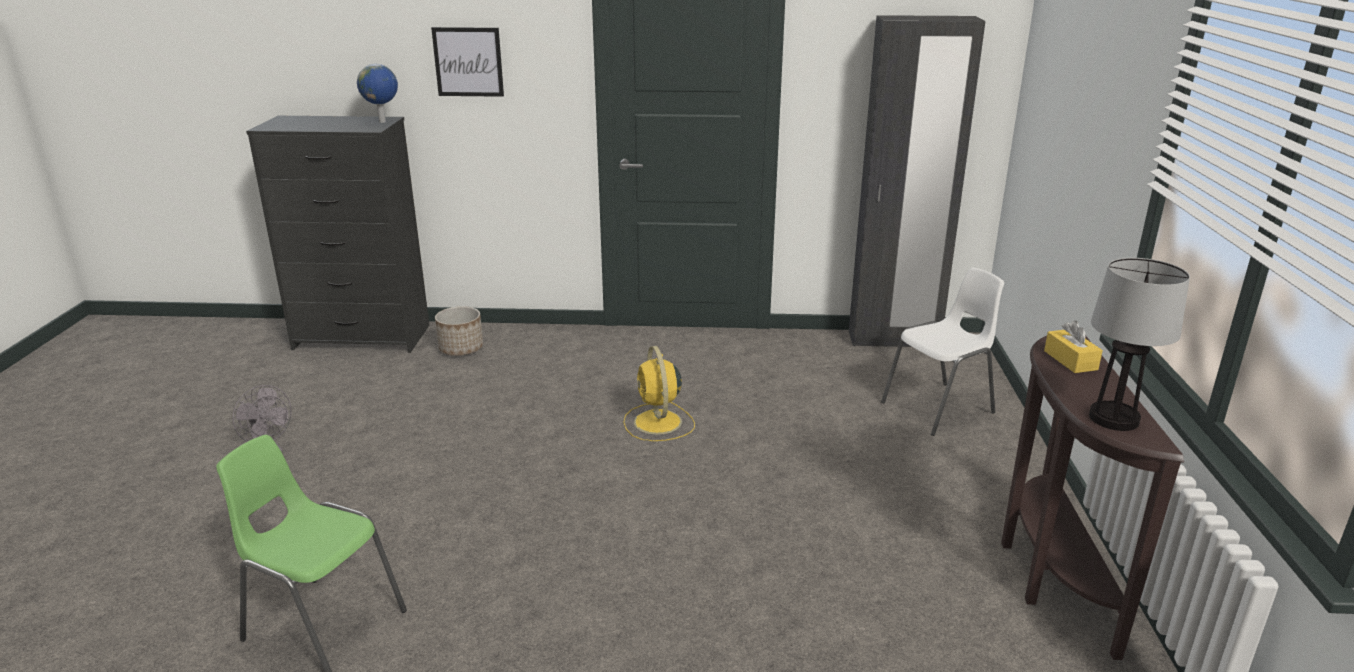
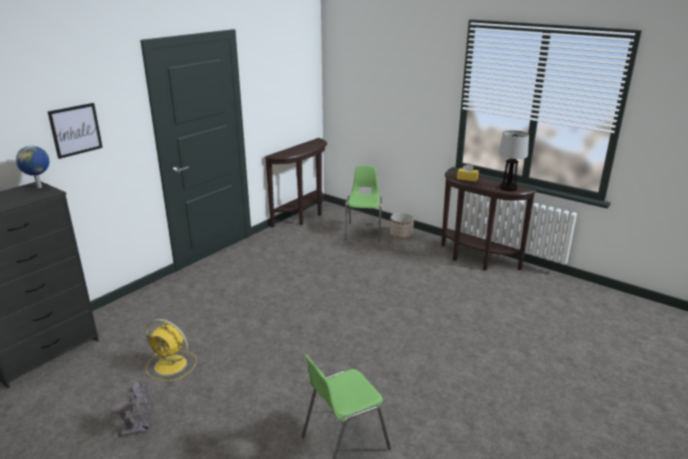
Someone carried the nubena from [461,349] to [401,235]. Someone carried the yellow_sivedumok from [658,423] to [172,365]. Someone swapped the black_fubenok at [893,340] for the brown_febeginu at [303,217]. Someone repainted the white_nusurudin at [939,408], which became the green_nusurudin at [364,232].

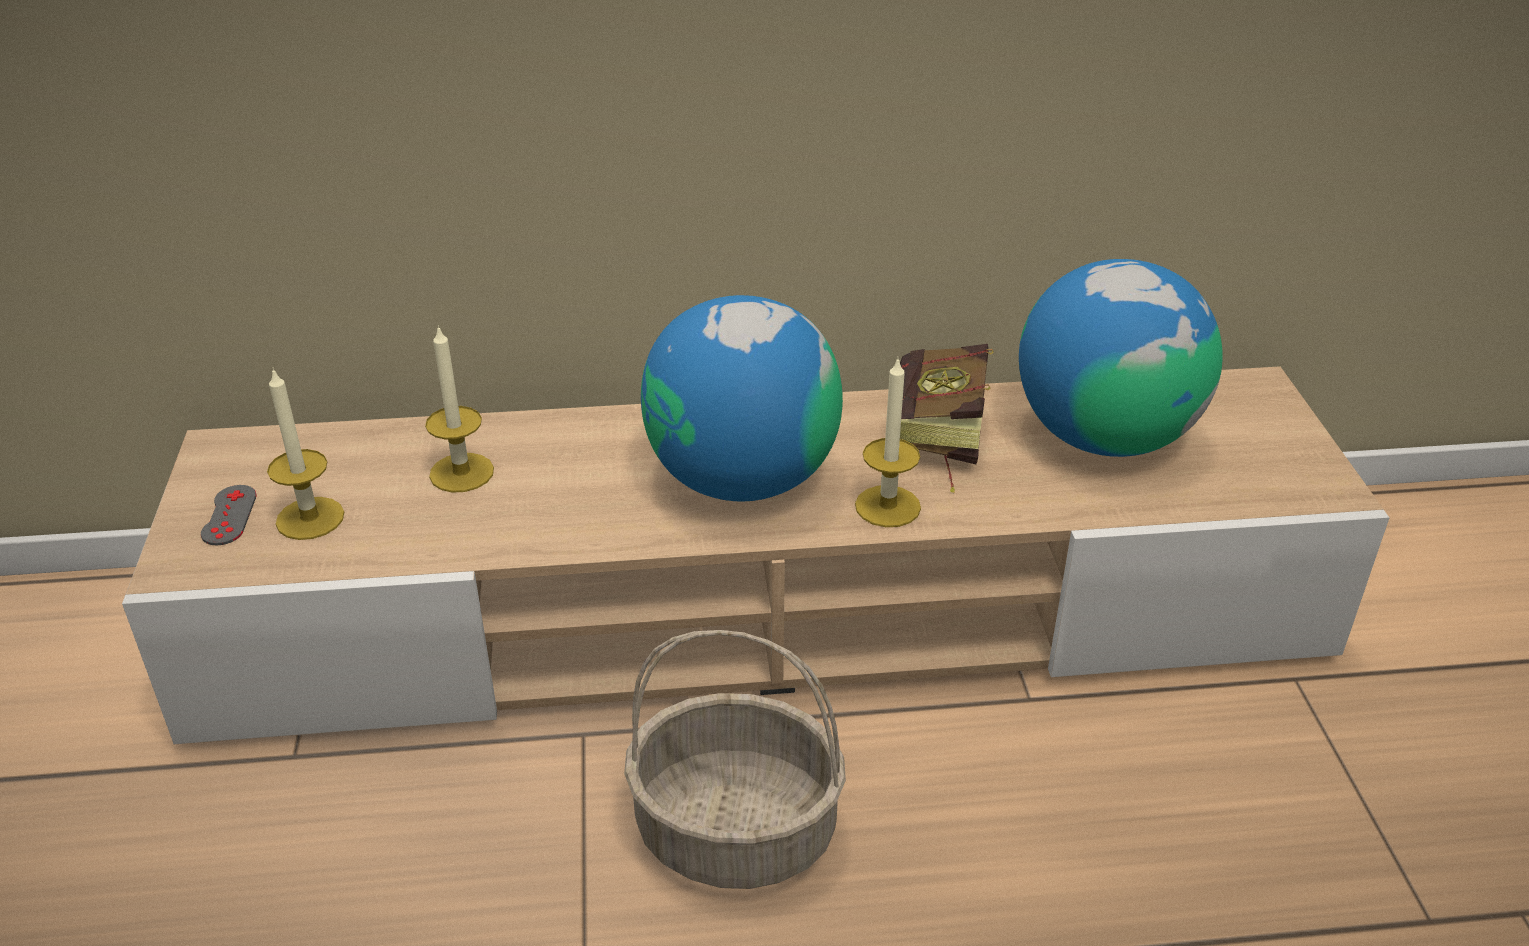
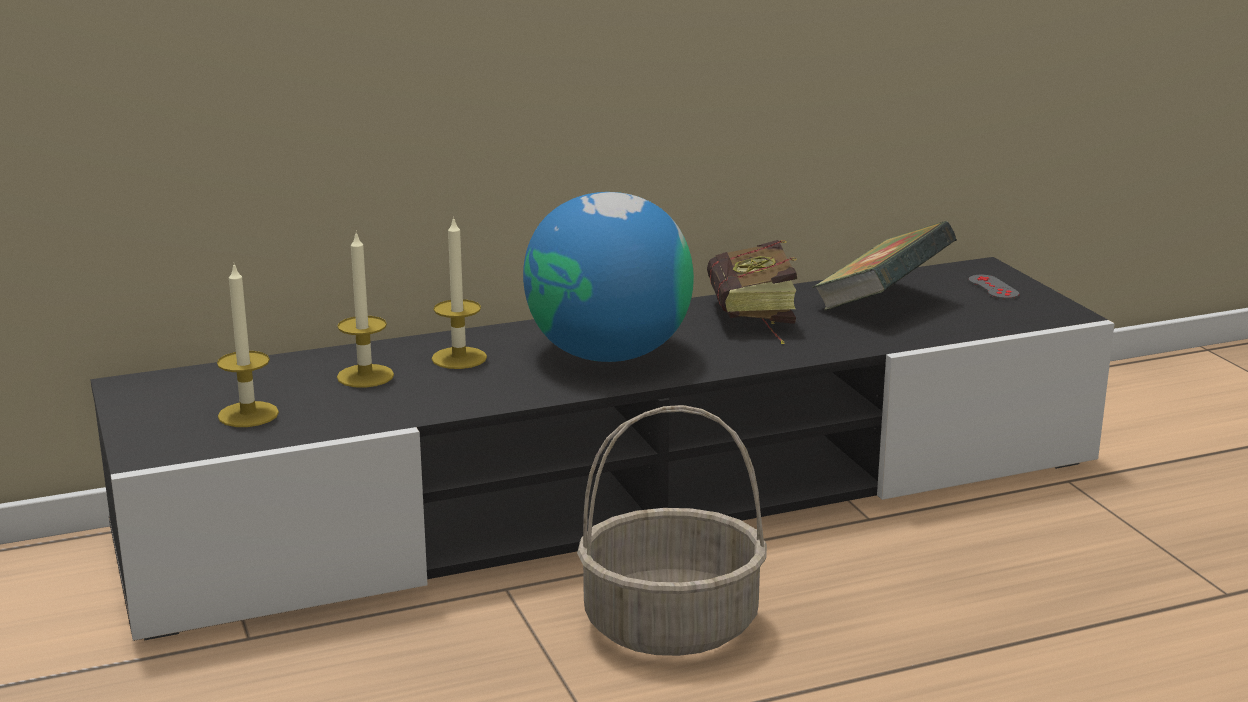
Someone carried the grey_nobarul from [229,515] to [993,288]. Someone carried the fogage from [887,506] to [459,358]. Someone swapped the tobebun at [1104,436] for the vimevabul at [882,304]. Someone repainted the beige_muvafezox at [767,616], which became the black_muvafezox at [626,499].

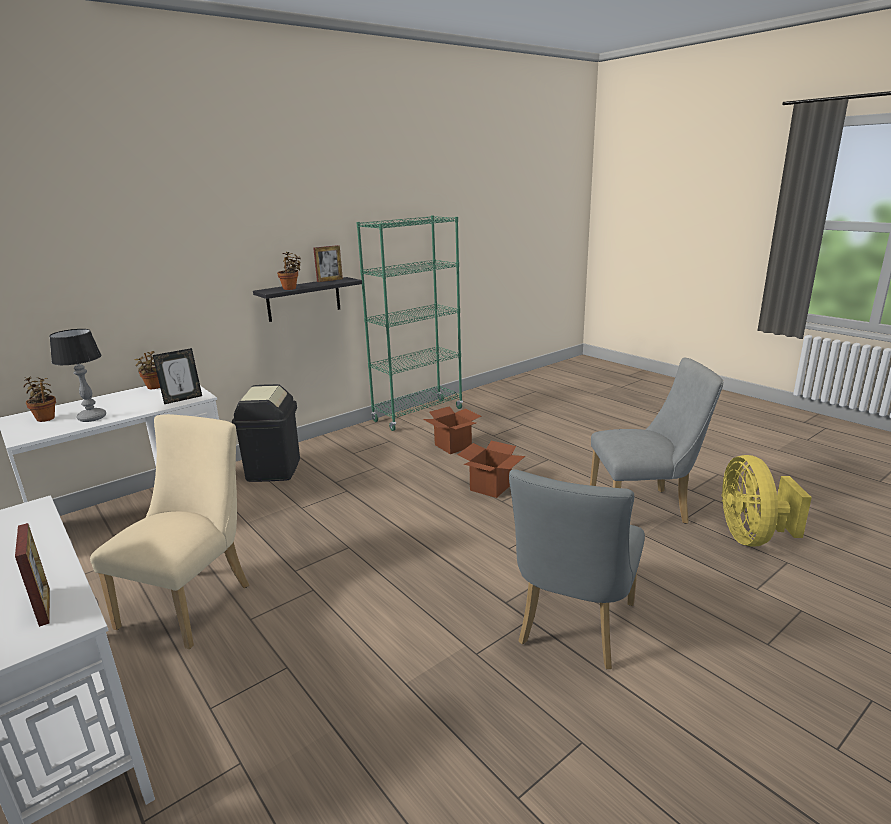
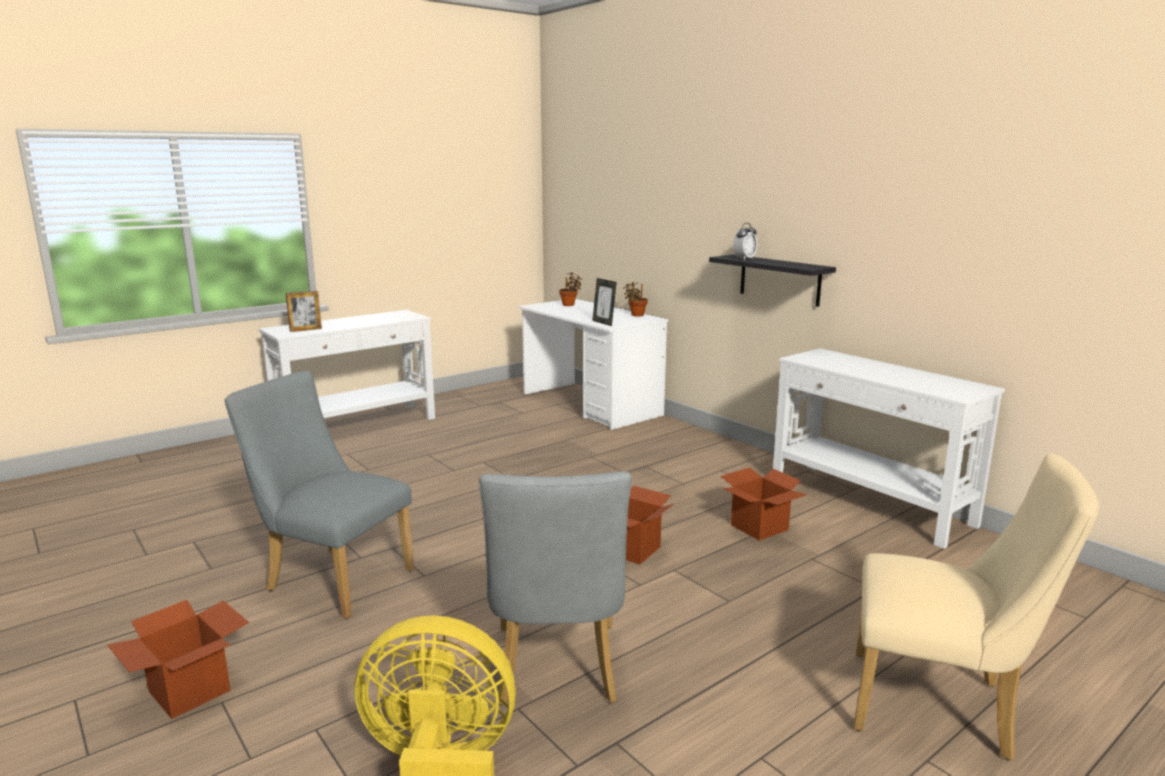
Someone took away the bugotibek at [92,417]. Someone took away the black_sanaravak at [273,470]. Someone took away the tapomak at [330,280]. Someone put down the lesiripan at [189,691]. Someone carried the beige_nusurudin from [193,601] to [942,708]. Someone swapped the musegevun at [291,288] for the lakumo at [744,259]. Someone swapped the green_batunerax at [418,415] for the white_febeginu at [869,503].

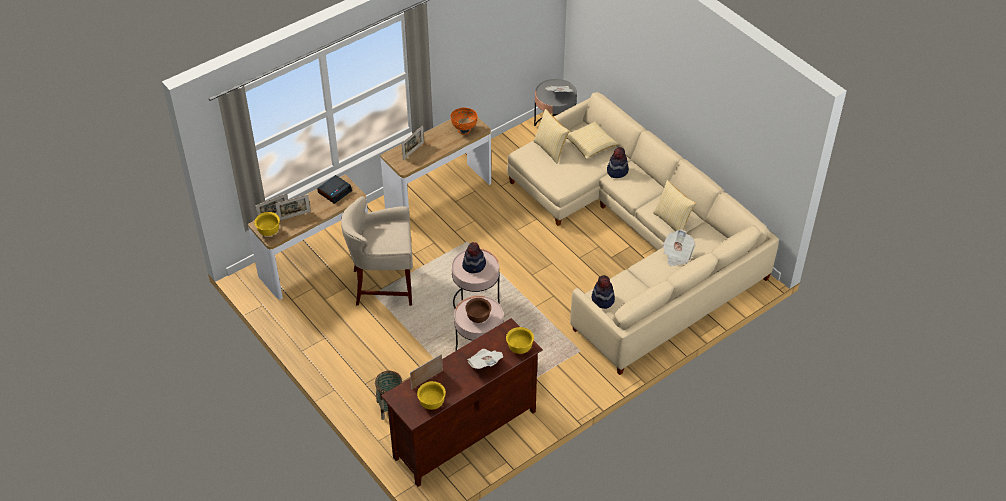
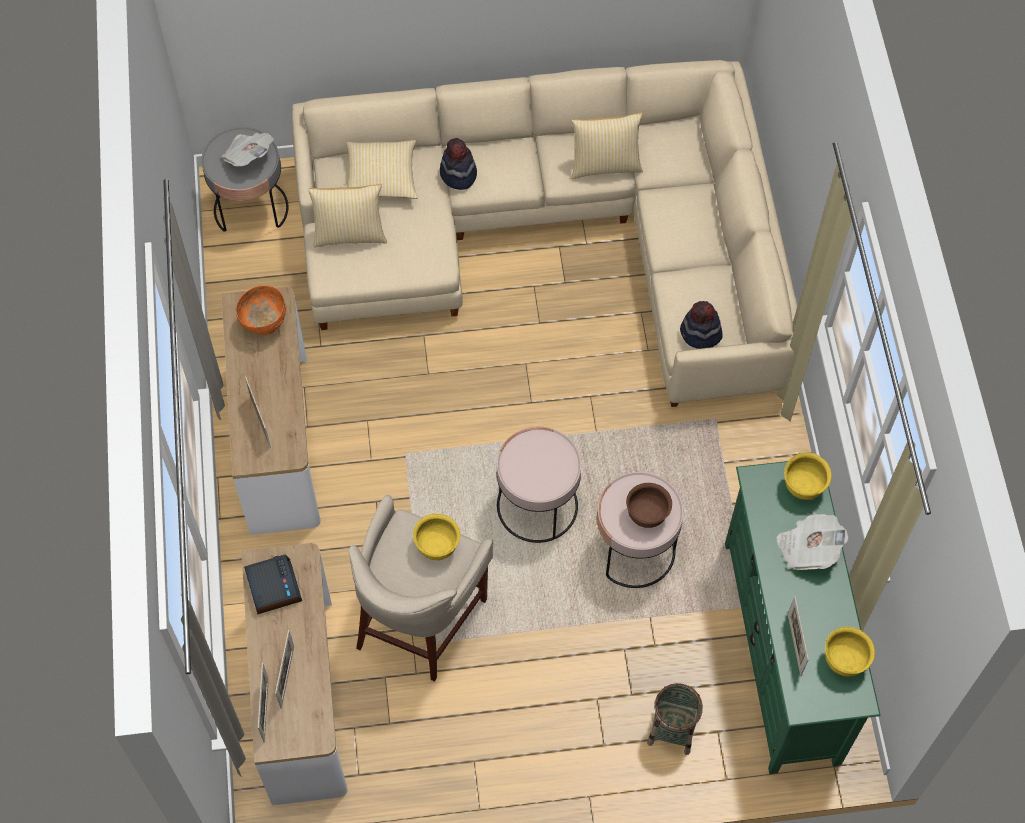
Someone took away the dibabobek at [474,265]. Someone took away the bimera at [677,255]. Someone carried the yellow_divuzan from [269,231] to [437,546]. Someone repainted the brown_muvafezox at [465,435], which became the green_muvafezox at [782,651].

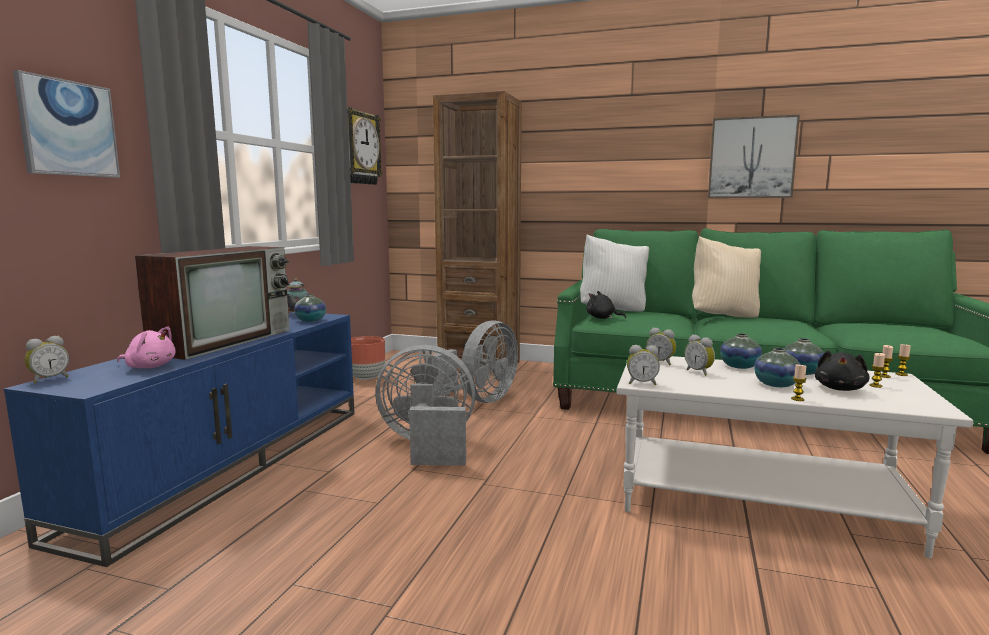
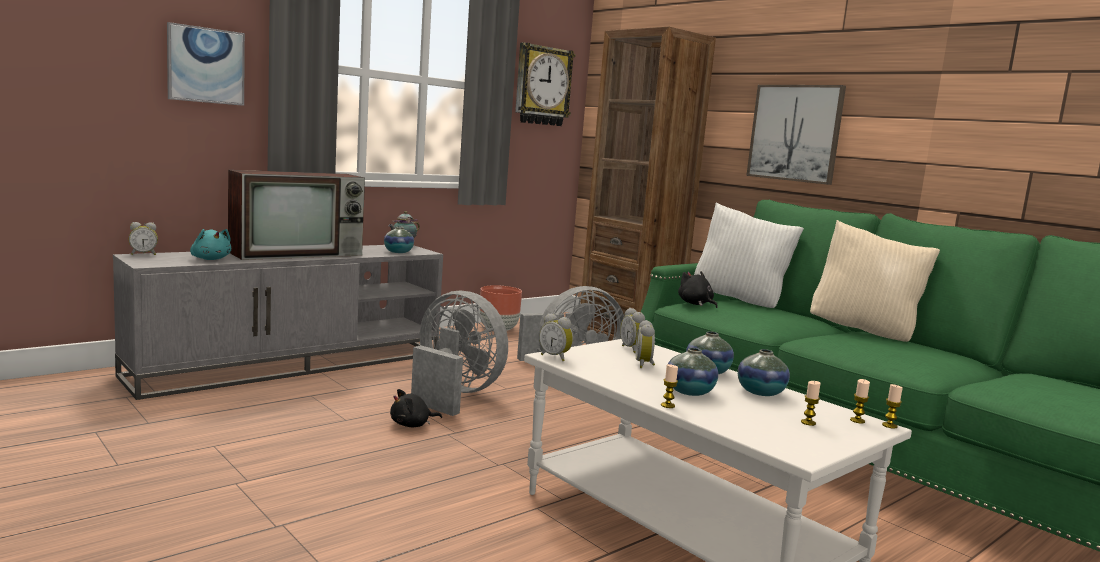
Someone carried the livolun from [751,158] to [795,133]. Someone carried the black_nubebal from [840,389] to [412,425]. Someone repainted the blue_muvafezox at [231,463], which became the grey_muvafezox at [292,364]. Someone repainted the pink_nubebal at [149,367], which became the turquoise_nubebal at [210,259].

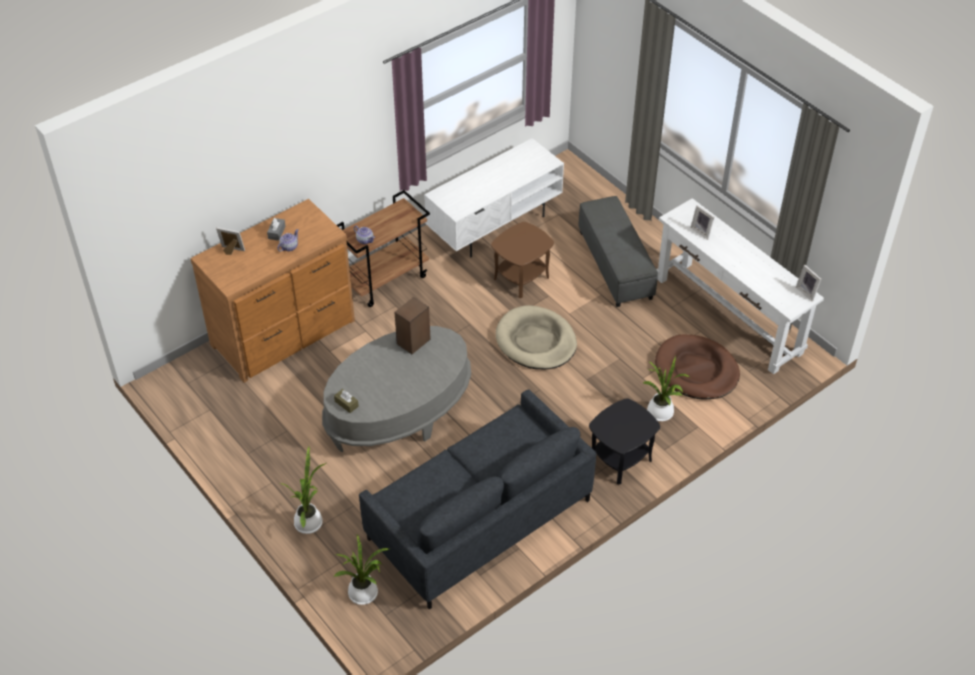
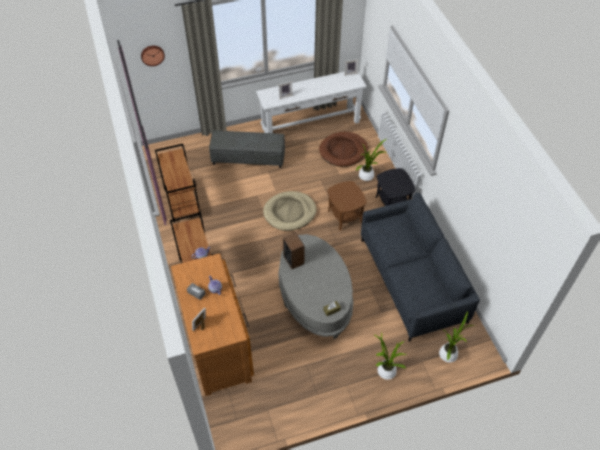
Someone put up the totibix at [152,55]. Someone carried the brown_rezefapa from [521,278] to [345,216]. Someone swapped the white_muvafezox at [494,224] for the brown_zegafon at [182,202].

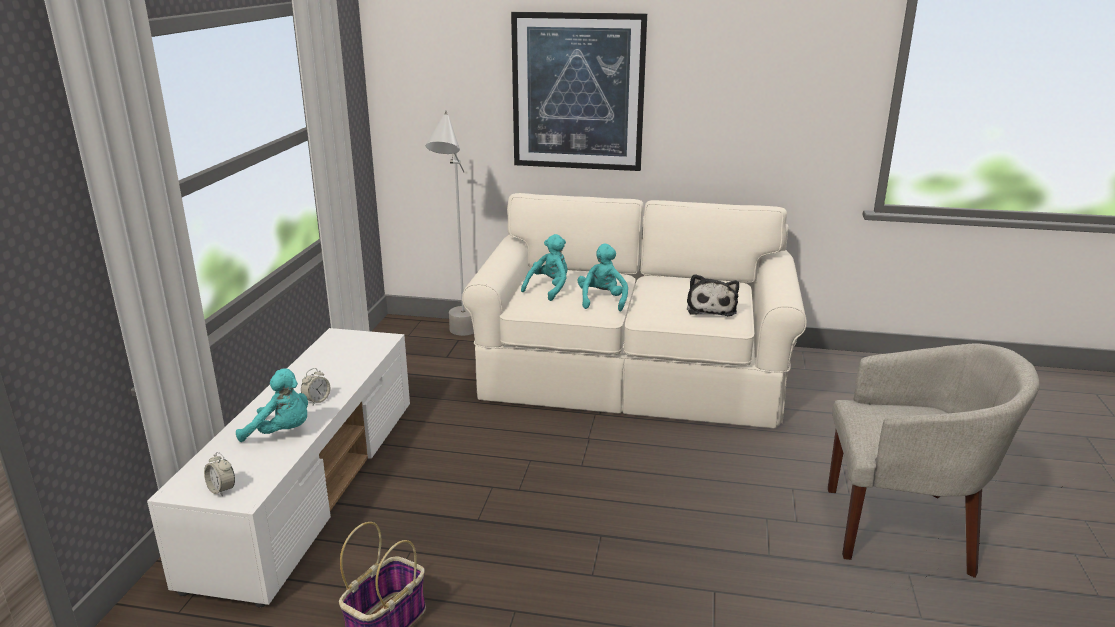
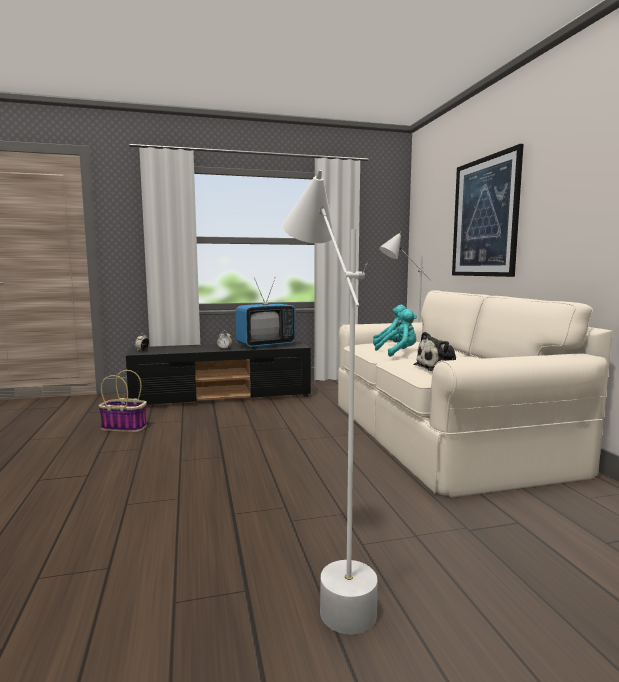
Someone took away the turquoise_nubebal at [282,432]. Someone put down the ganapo at [266,345]. Someone swapped the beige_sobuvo at [904,528] for the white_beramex at [327,583]. Someone repainted the white_muvafezox at [310,485], which became the black_muvafezox at [223,396].

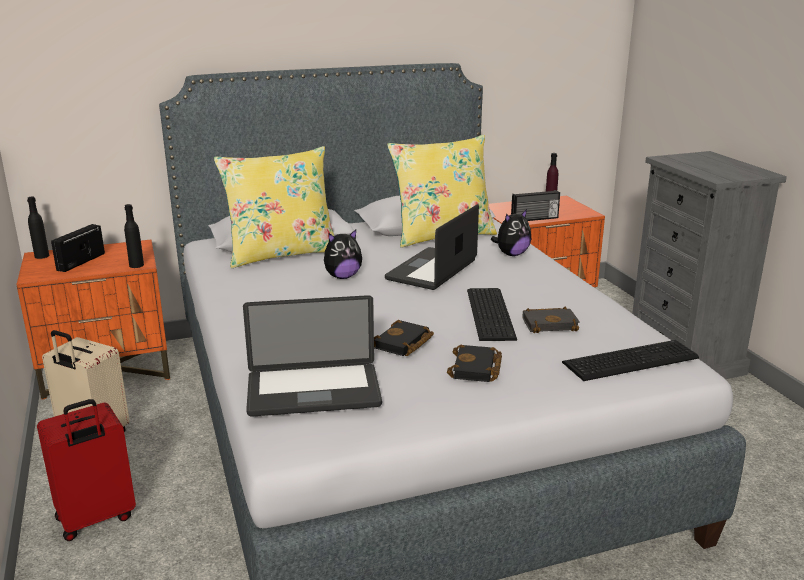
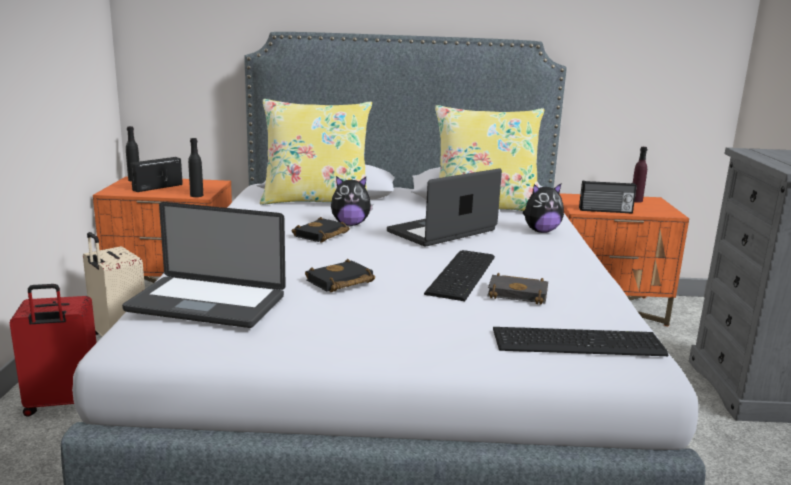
Someone carried the black_vimevabul from [476,369] to [321,235].

